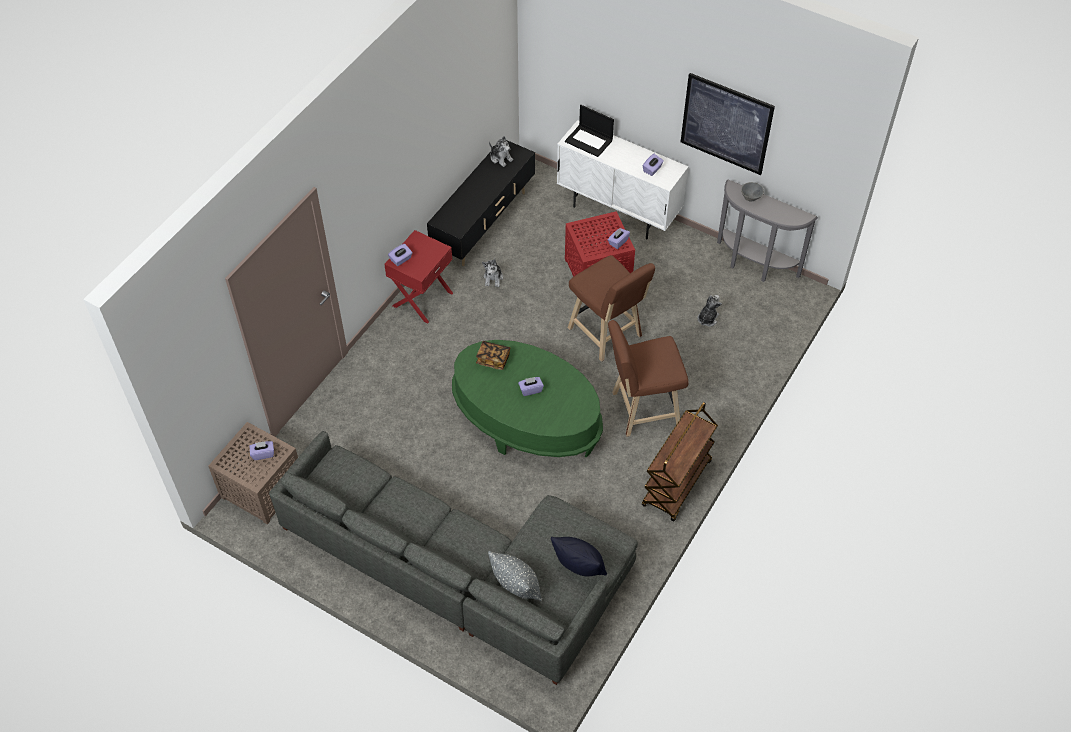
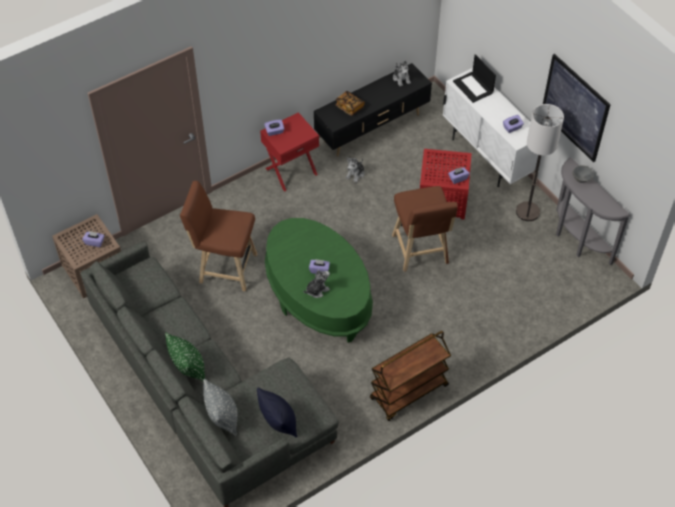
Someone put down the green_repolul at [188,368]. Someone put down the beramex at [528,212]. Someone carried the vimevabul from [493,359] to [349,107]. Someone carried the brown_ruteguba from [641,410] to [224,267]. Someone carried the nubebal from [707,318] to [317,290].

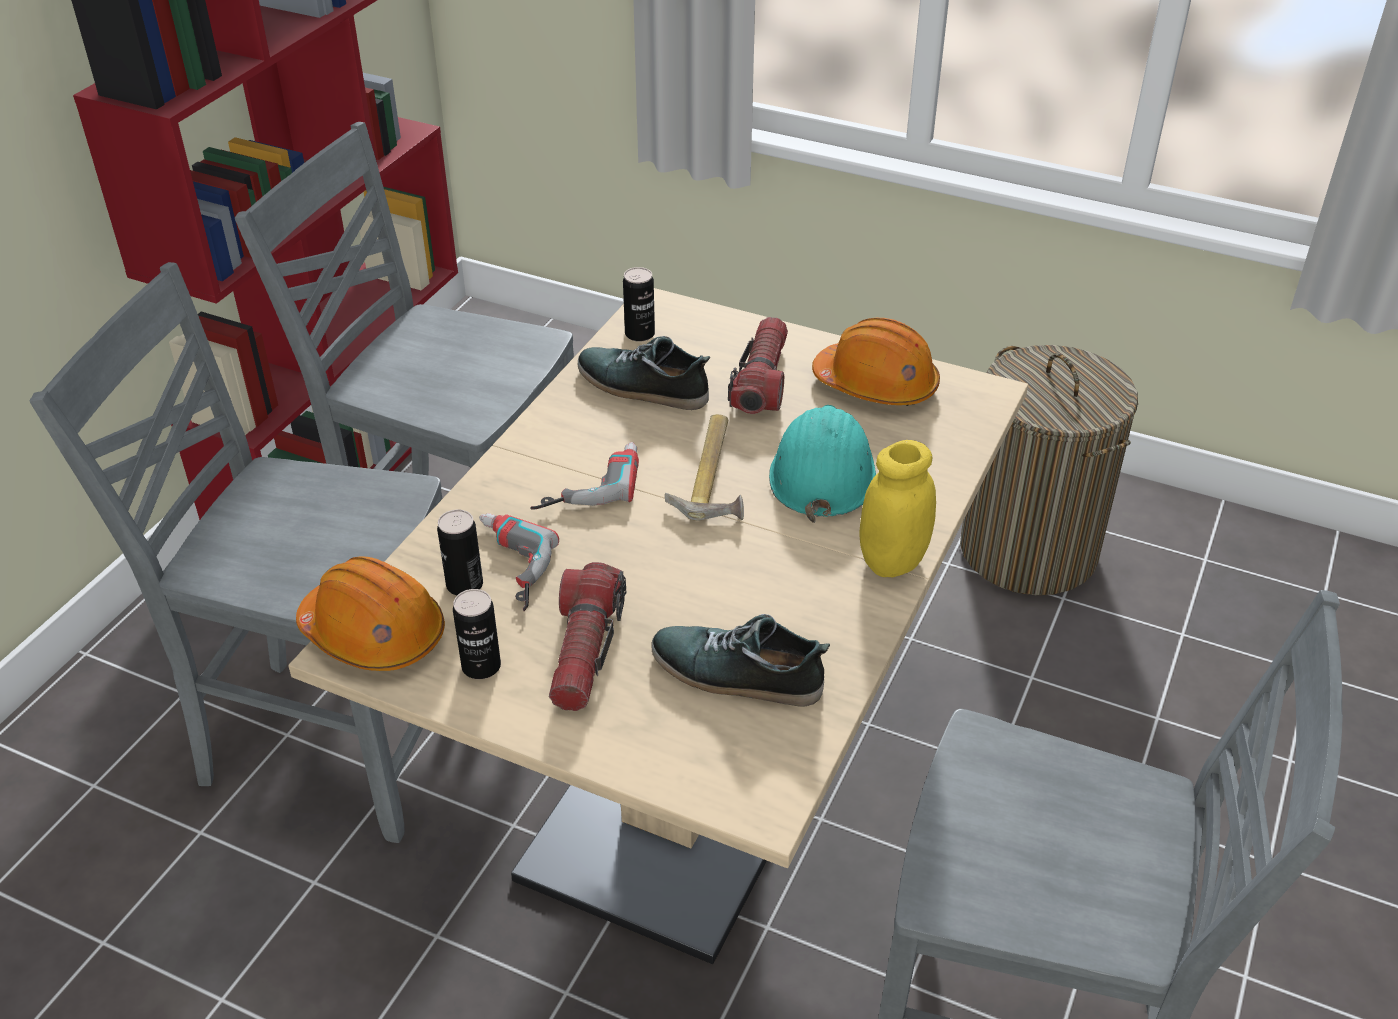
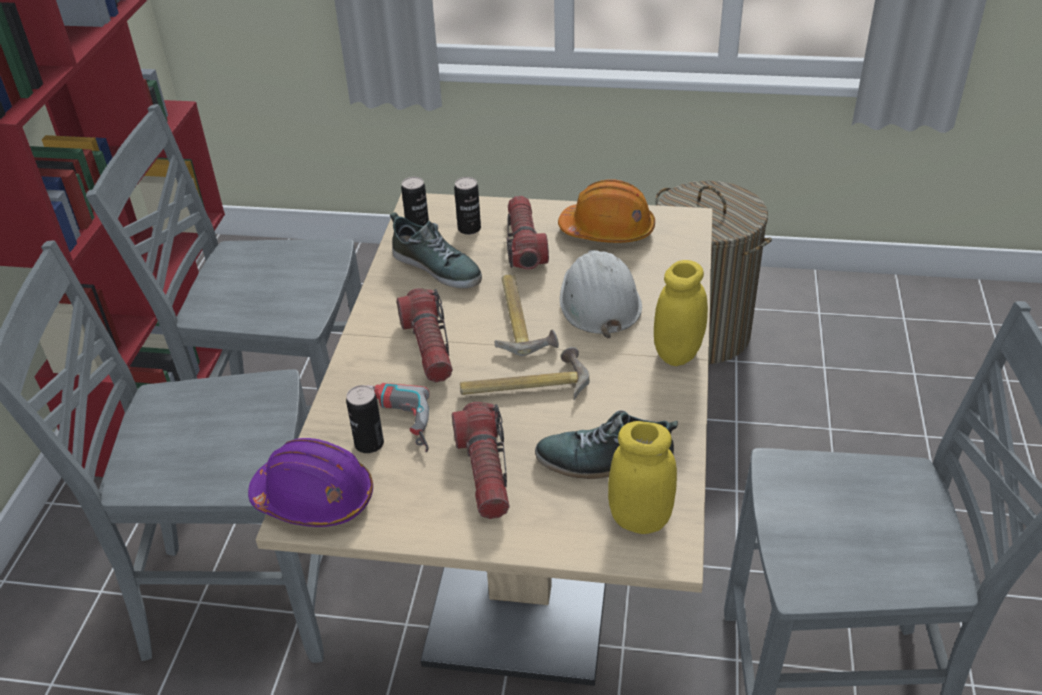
Someone put down the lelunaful at [524,384]. Someone put down the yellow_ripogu at [640,519]. Someone carried the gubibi from [481,666] to [469,228]. Someone swapped the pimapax at [587,483] for the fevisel at [429,346]. Someone repainted the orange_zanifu at [374,634], which became the purple_zanifu at [314,498]. Someone repainted the turquoise_zanifu at [822,473], which became the white_zanifu at [598,301]. Someone rotated the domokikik at [642,386] by 150 degrees counterclockwise.

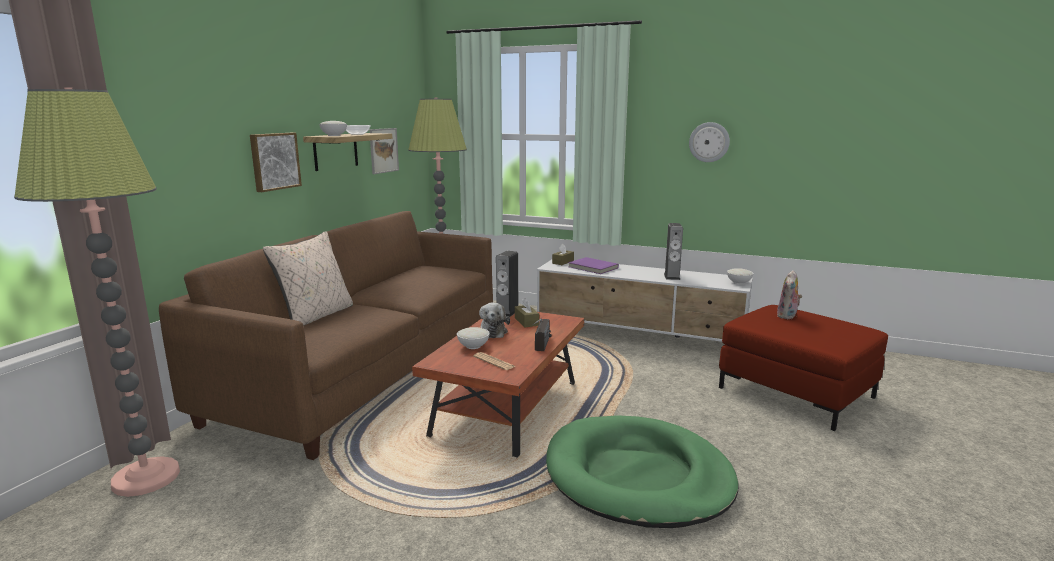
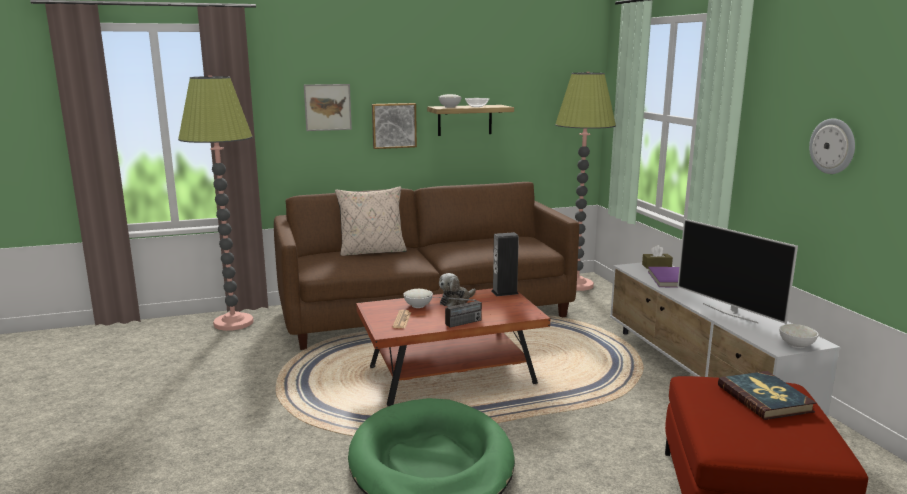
Someone took away the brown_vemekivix at [526,321]. Someone carried the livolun from [383,150] to [327,107]. Someone swapped the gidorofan at [672,276] for the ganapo at [730,313]. Someone swapped the nubebal at [787,316] for the vimevabul at [765,398].

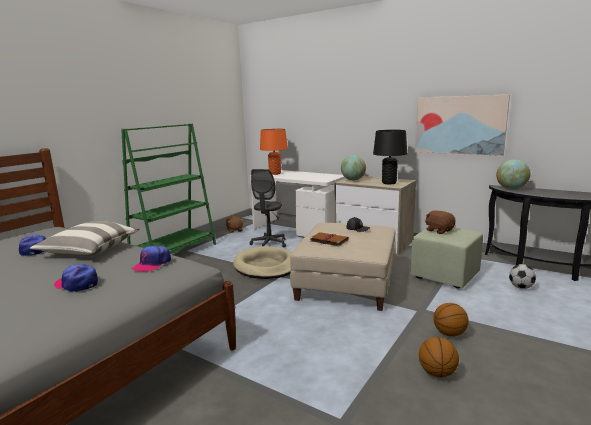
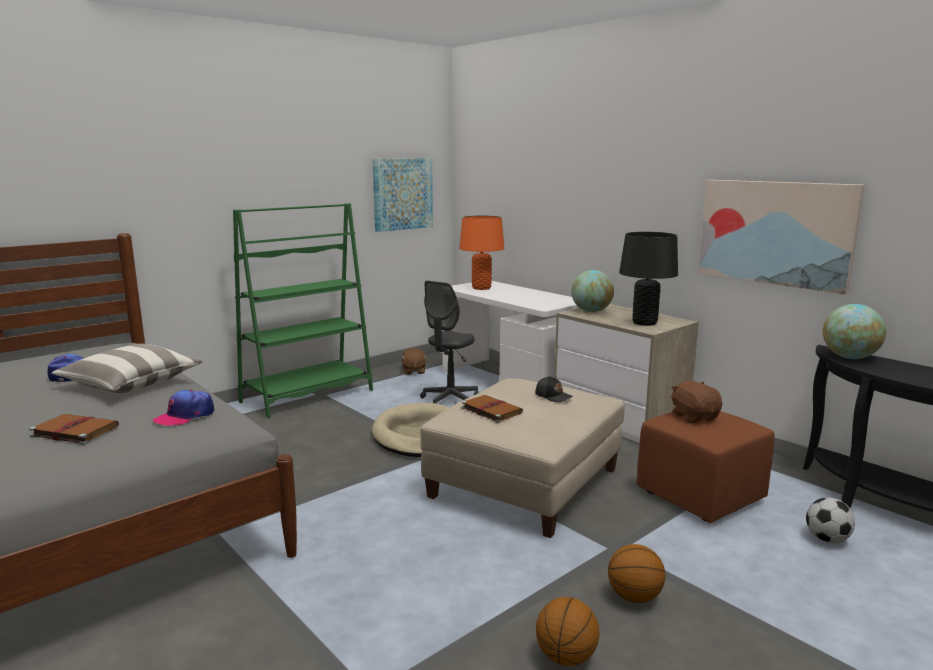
Someone put up the livolun at [402,193]. Someone swapped the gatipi at [77,284] for the brown_vimevabul at [73,431]. Someone repainted the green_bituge at [445,276], which became the brown_bituge at [700,497].

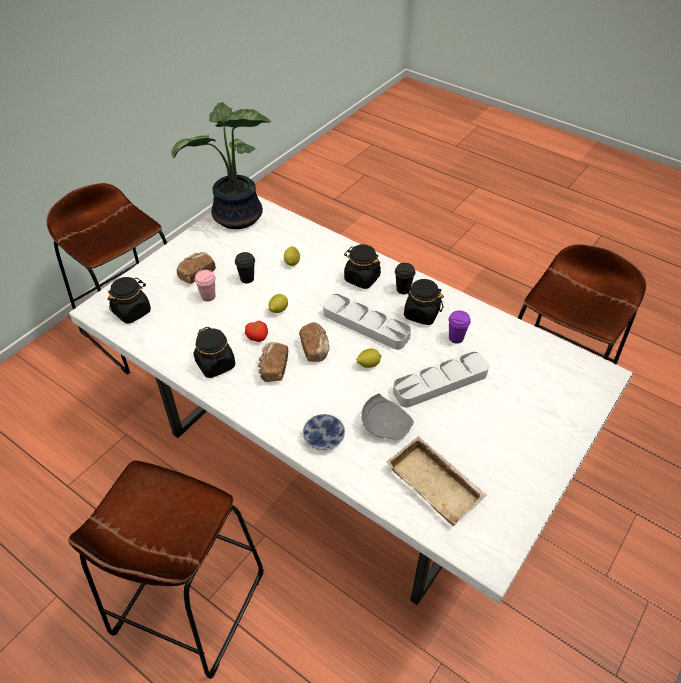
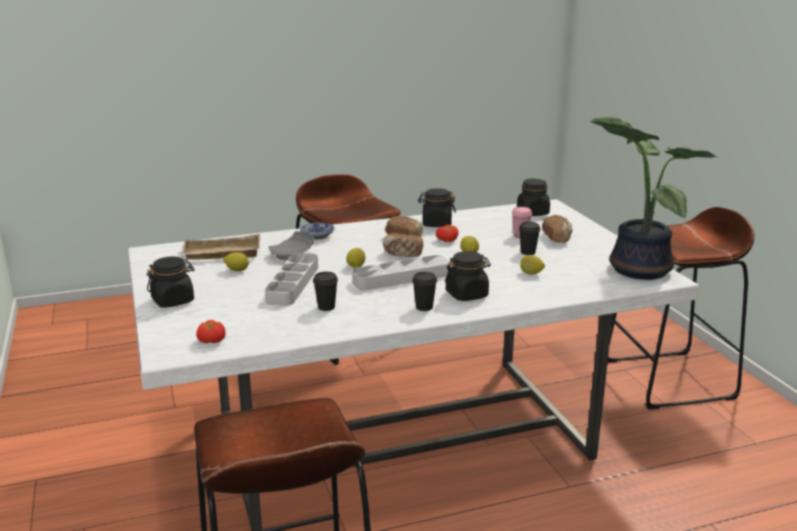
Someone put down the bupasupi at [211,341]. Someone put down the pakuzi at [237,270]. Someone carried the black_ripogu from [421,314] to [173,300]. Someone repainted the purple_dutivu at [456,338], which became the black_dutivu at [326,307].

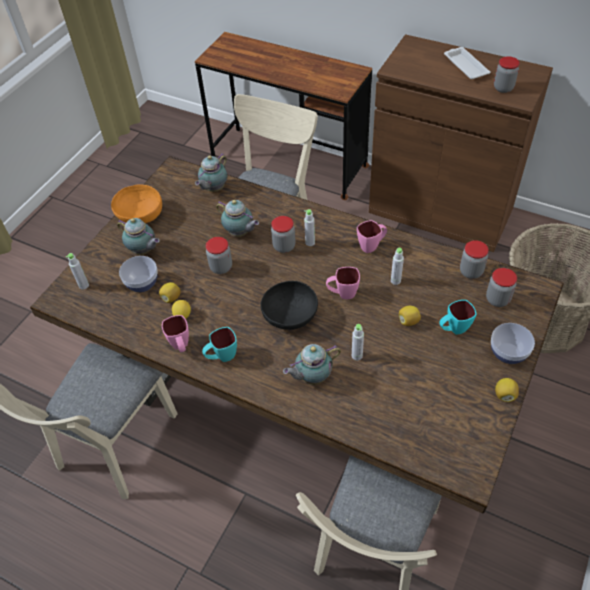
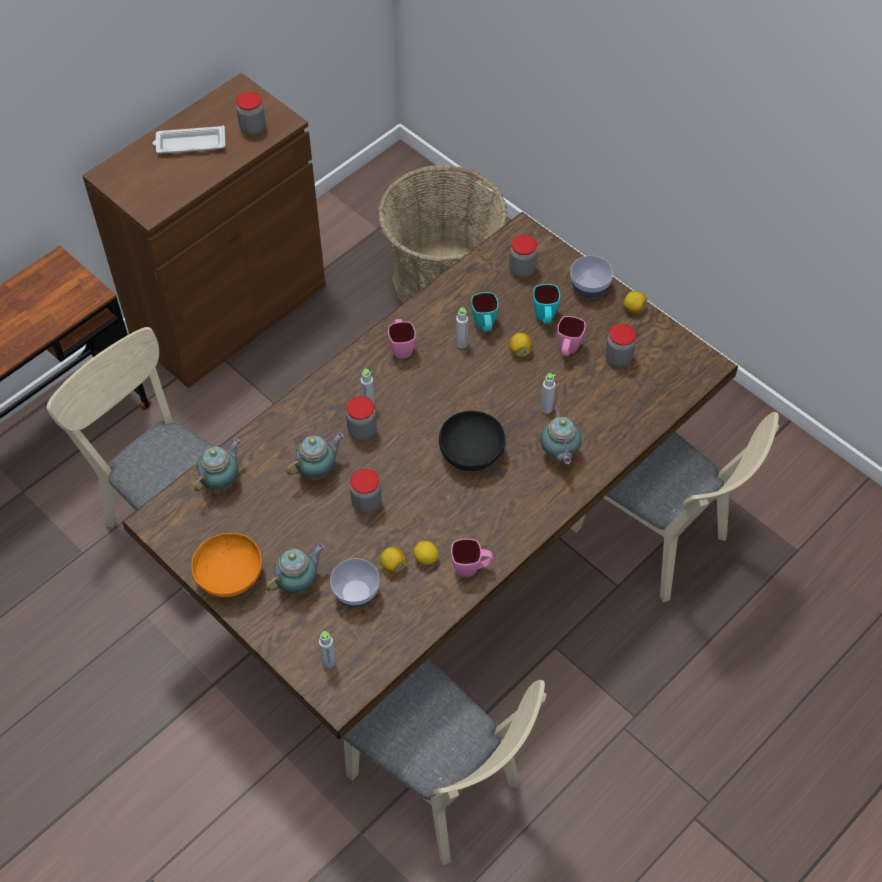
Someone carried the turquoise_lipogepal from [221,357] to [485,327]. Someone carried the pink_lipogepal from [342,294] to [567,351]. Someone carried the ripogu from [471,271] to [618,358]. Someone rotated the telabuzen at [214,189] by 105 degrees counterclockwise.

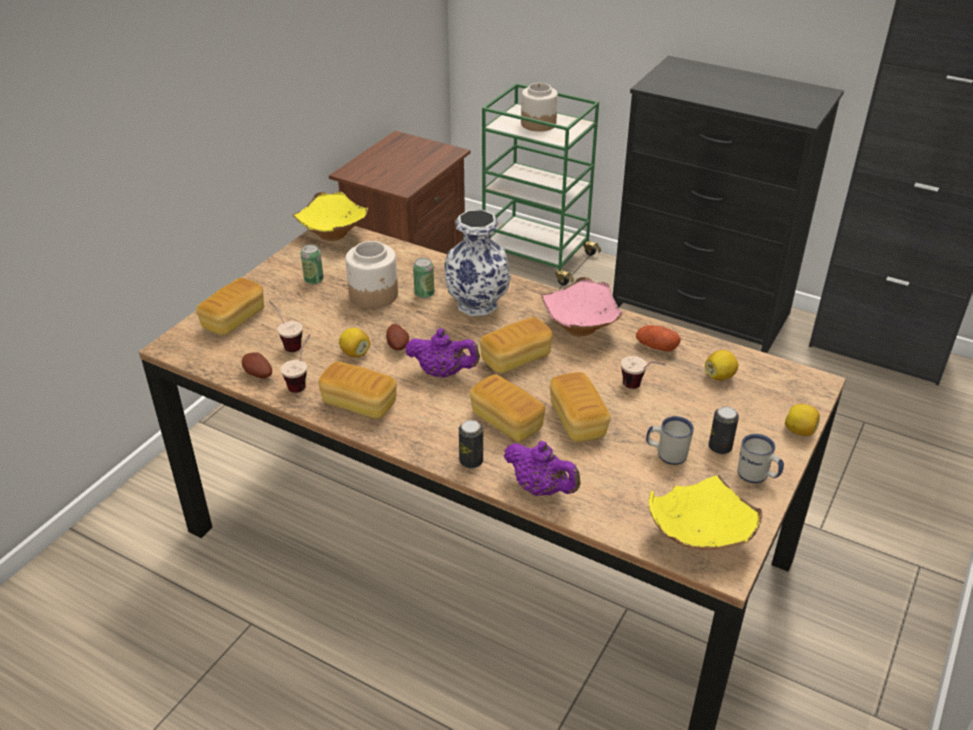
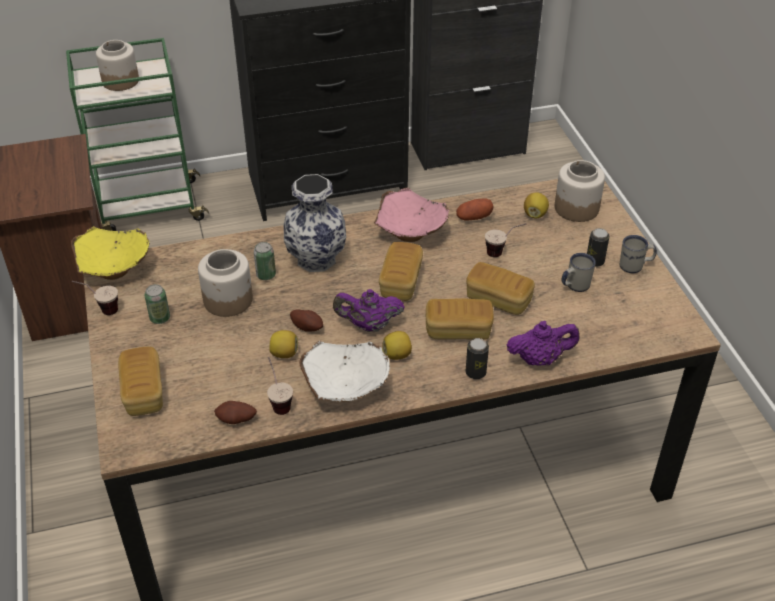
Someone took away the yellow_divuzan at [699,538]. Someone put down the ripogu at [576,208]. Someone carried the dutivu from [287,343] to [100,310]. Someone carried the pakuzi from [800,431] to [397,354]. Someone swapped the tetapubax at [359,403] for the white_divuzan at [345,387]. Someone rotated the purple_telabuzen at [443,373] by 150 degrees counterclockwise.

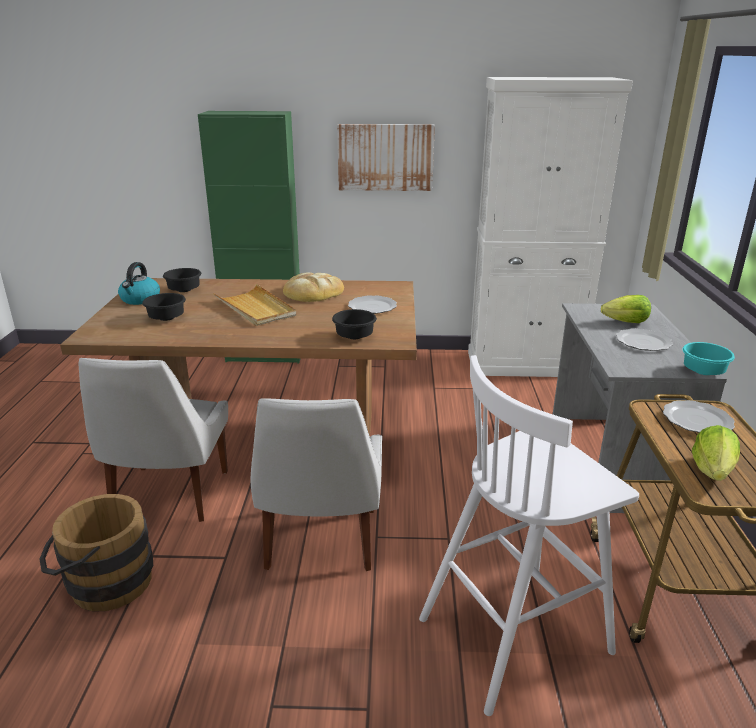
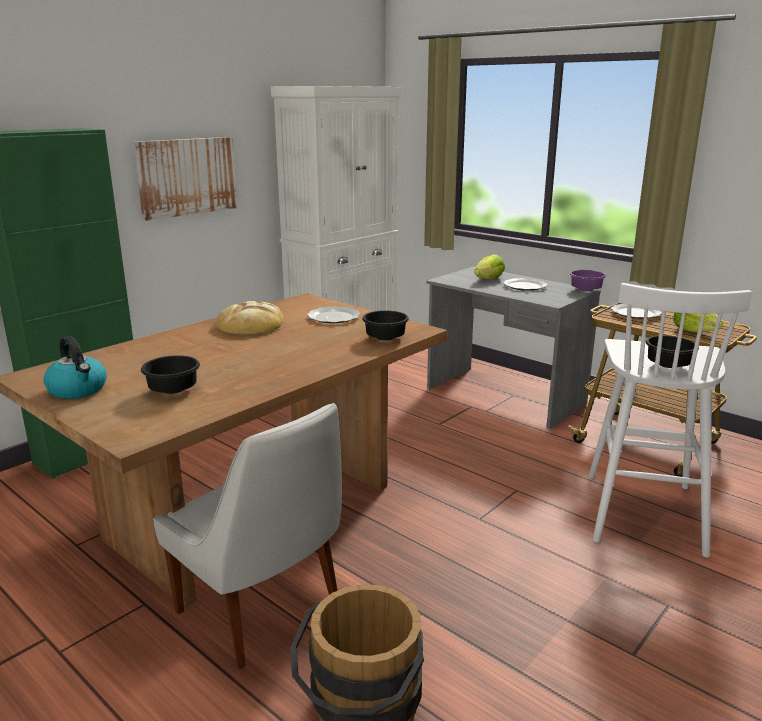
Someone took away the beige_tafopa at [255,308]. Someone took away the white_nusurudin at [321,542]. Someone carried the black_divuzan from [184,291] to [670,366]. Someone repainted the turquoise_divuzan at [702,372], which became the purple_divuzan at [585,290].

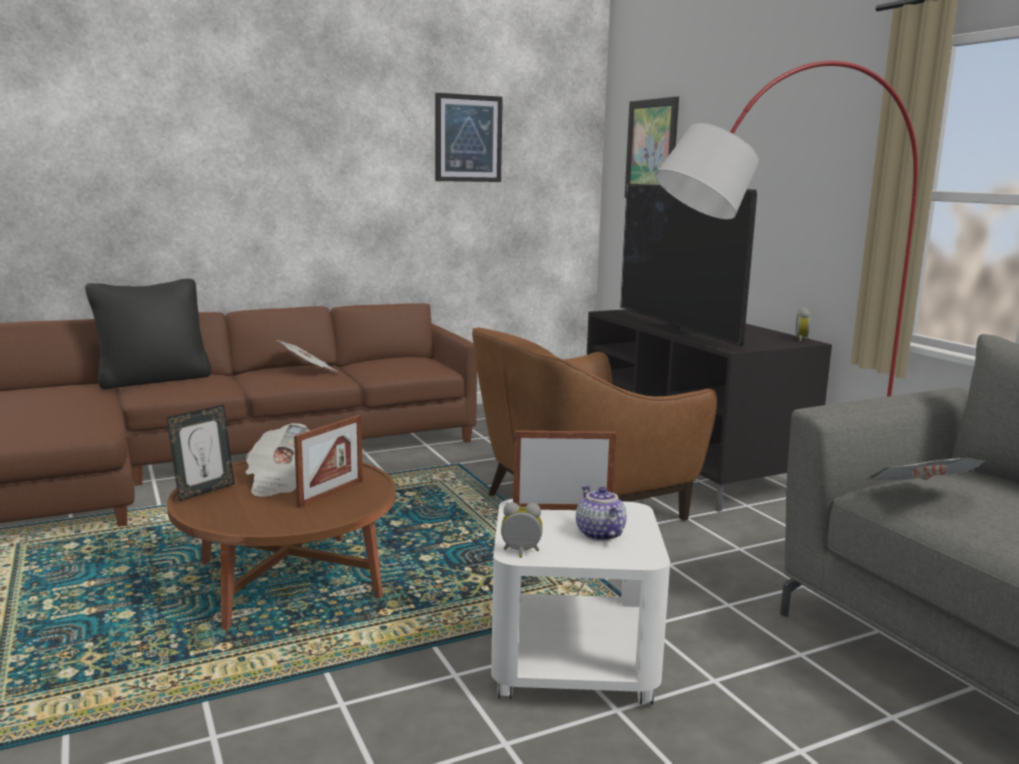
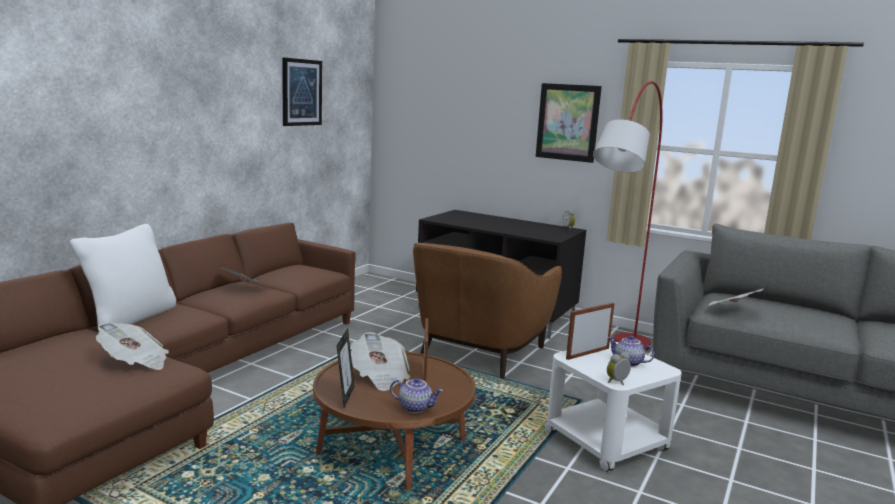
Someone took away the ganapo at [675,328]. Someone put down the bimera at [135,362]. Someone put down the telabuzen at [415,407]. Someone carried the livolun from [651,149] to [567,122]. Someone repainted the black_repolul at [154,379], which became the white_repolul at [130,318].

